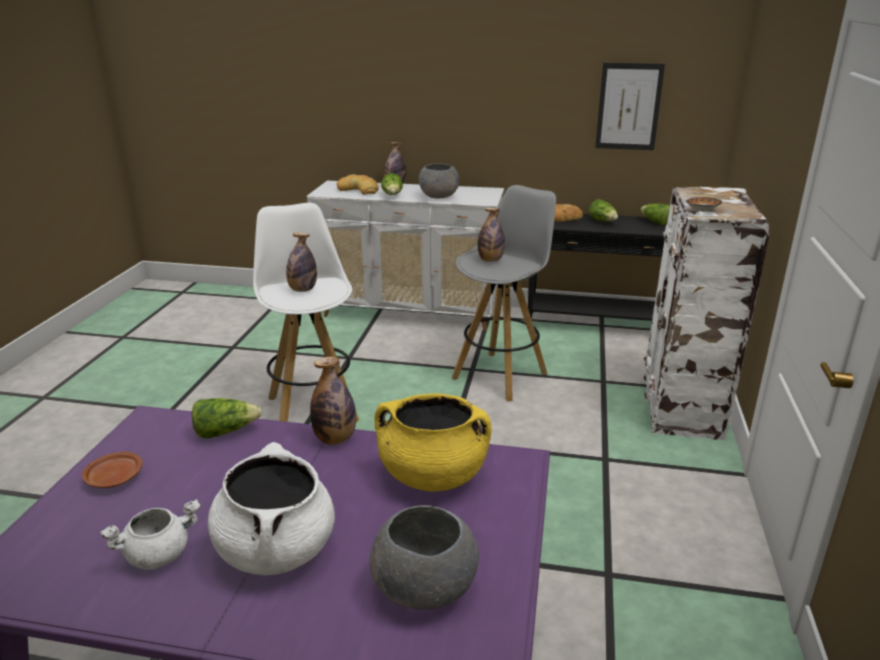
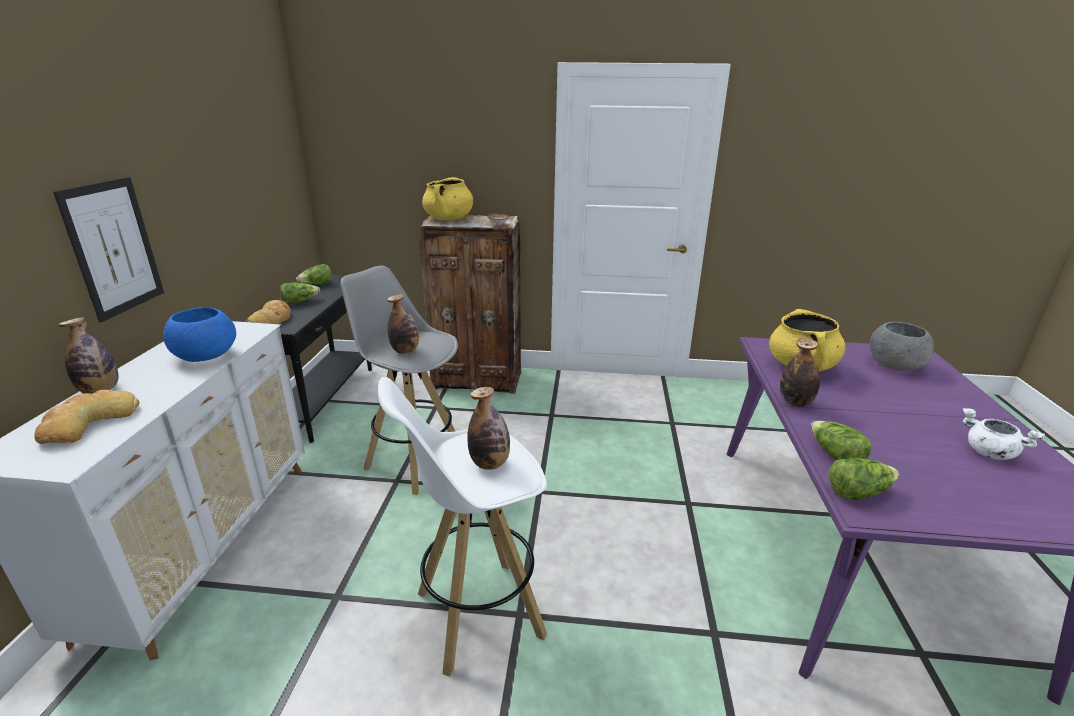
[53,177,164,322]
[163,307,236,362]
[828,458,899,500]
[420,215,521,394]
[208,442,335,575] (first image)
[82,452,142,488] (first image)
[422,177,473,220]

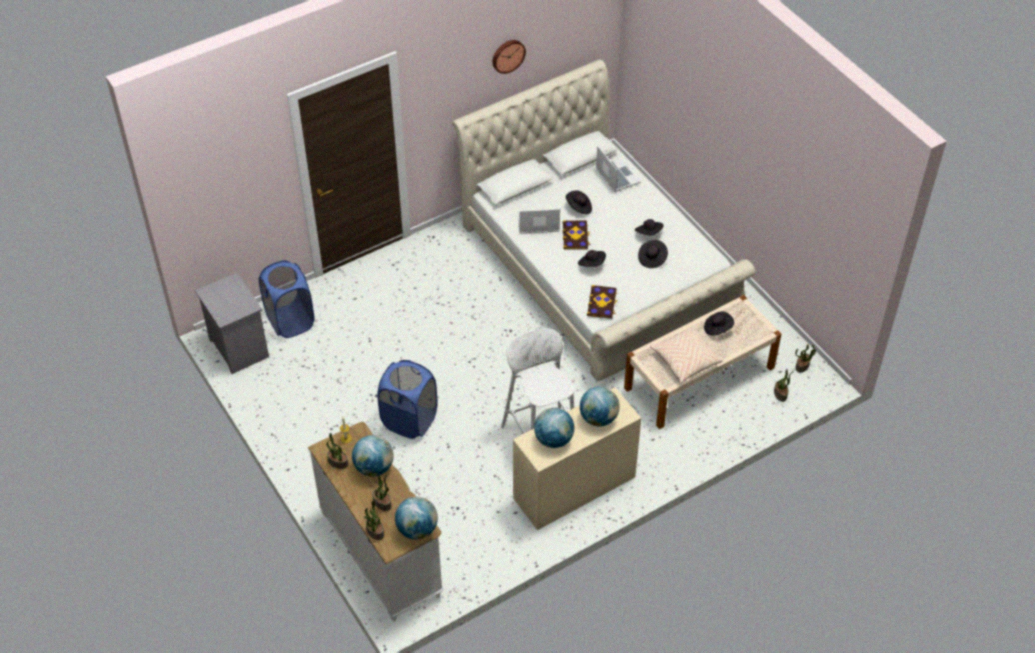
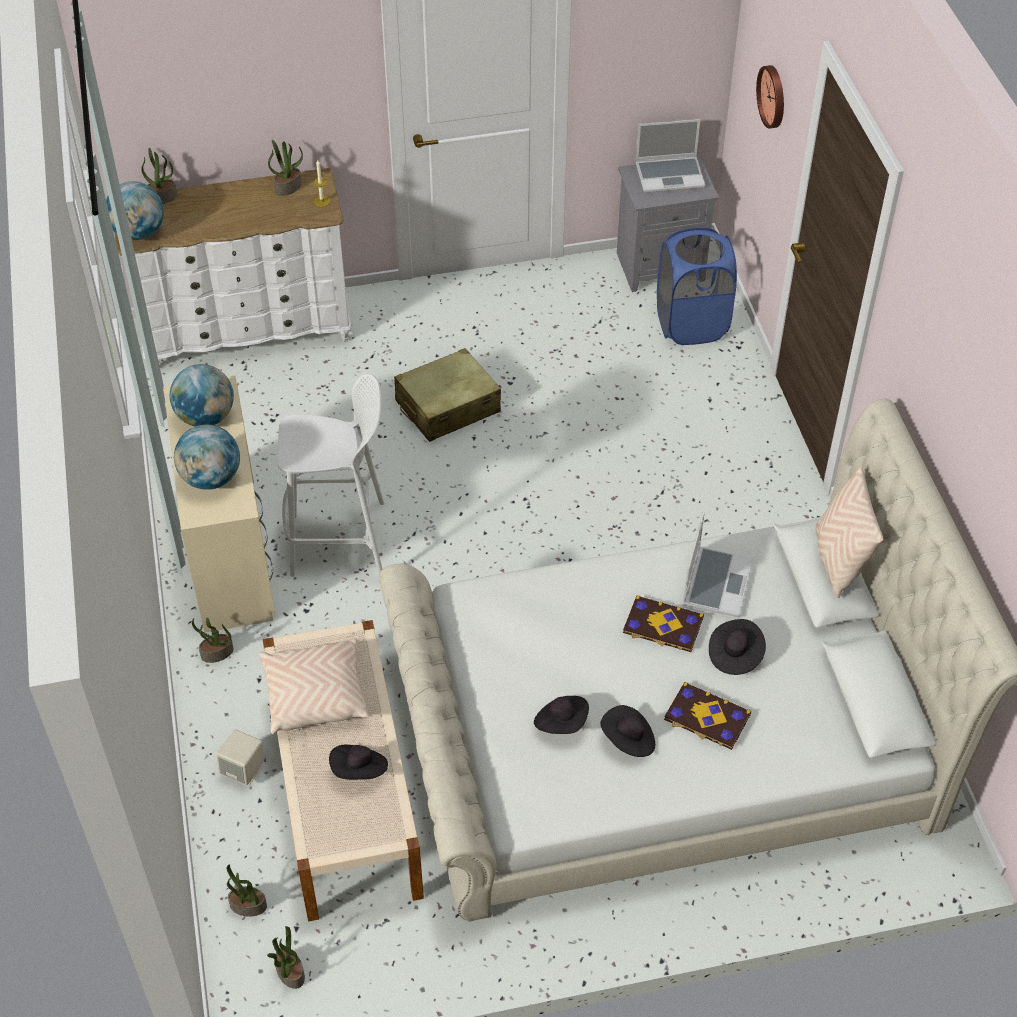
[756,65,784,129]
[636,119,705,193]
[578,250,606,267] (first image)
[664,682,751,750]
[394,348,501,442]
[352,435,394,477] (first image)
[192,617,234,663]
[815,466,883,598]
[216,730,265,785]

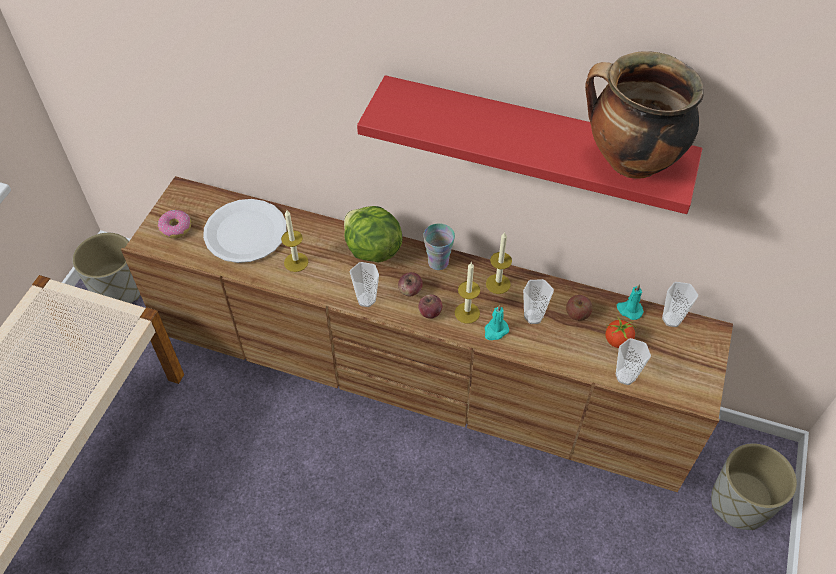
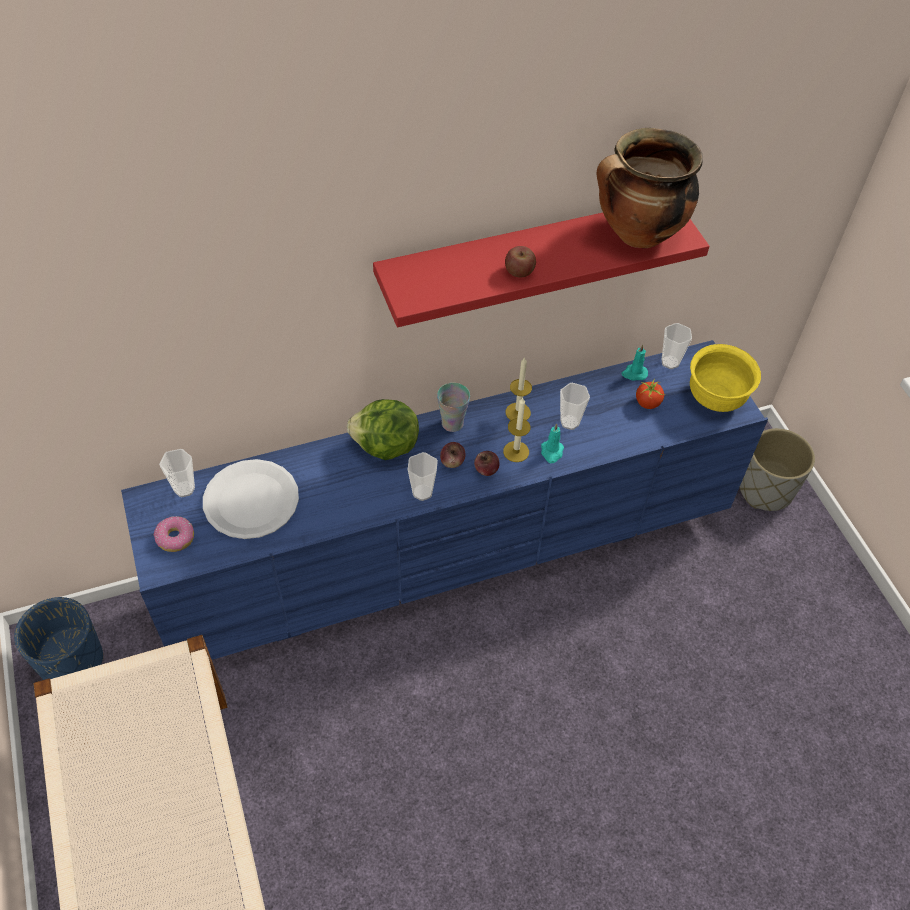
[121,340,768,665]
[281,209,308,272] (first image)
[14,597,103,680]
[505,246,536,278]
[159,449,195,497]
[690,344,761,412]

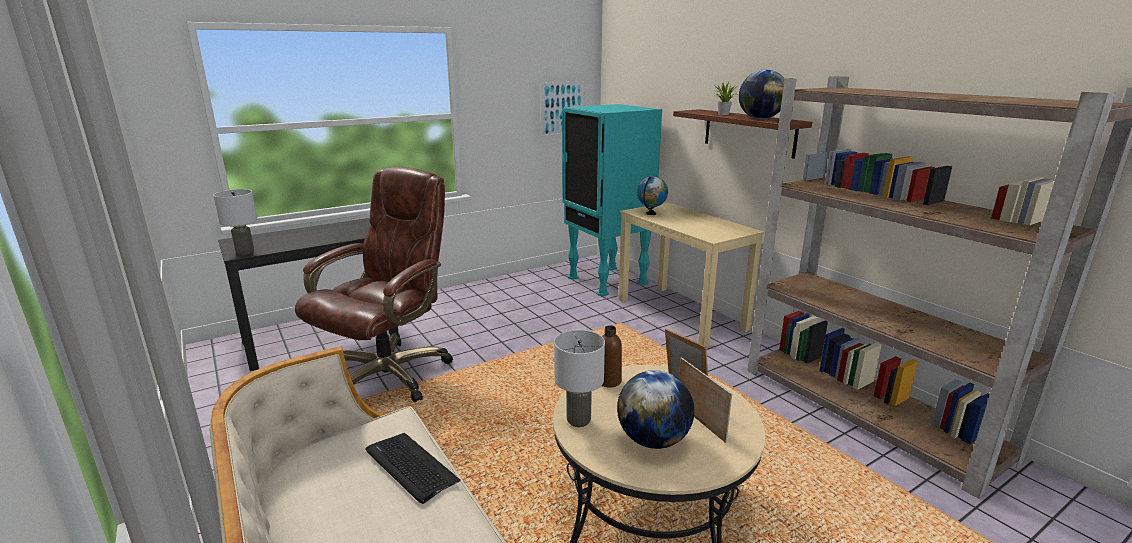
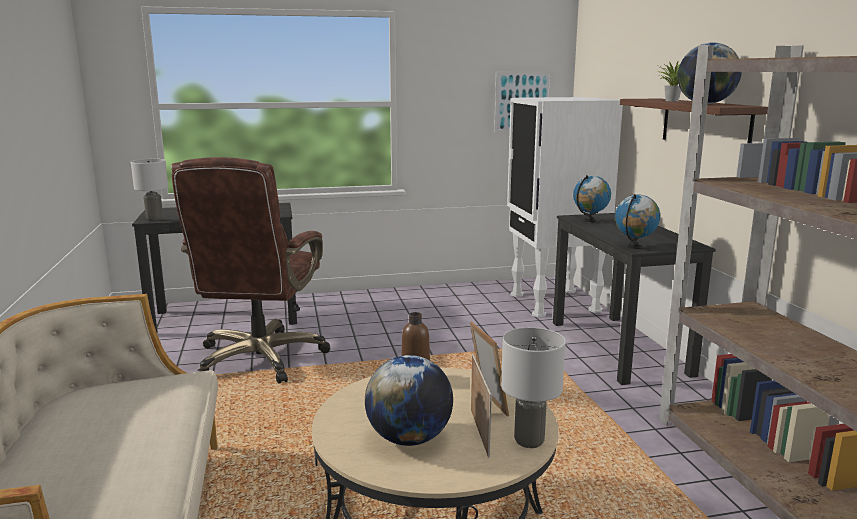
[507,97,623,317]
[171,157,331,383]
[553,213,716,385]
[501,327,566,448]
[365,433,461,504] (first image)
[615,194,660,249]

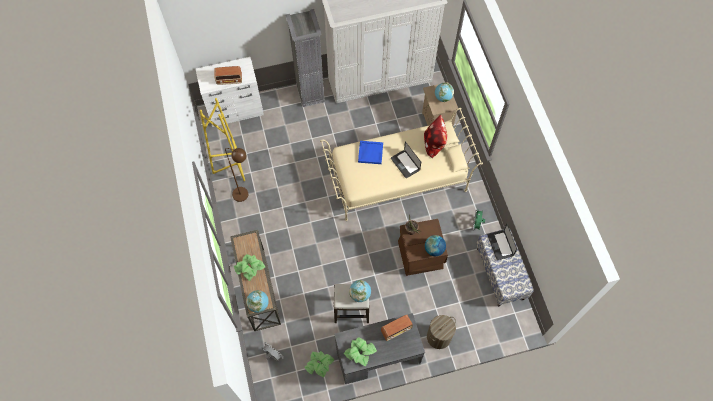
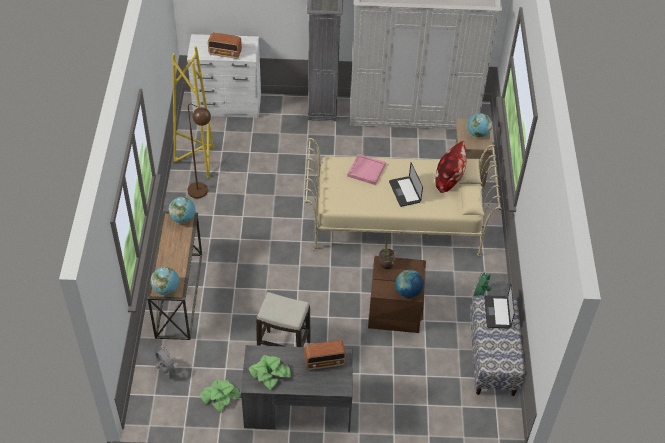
[347,154,386,185]
[234,254,265,281] (first image)
[168,197,196,224]
[427,315,456,349] (first image)

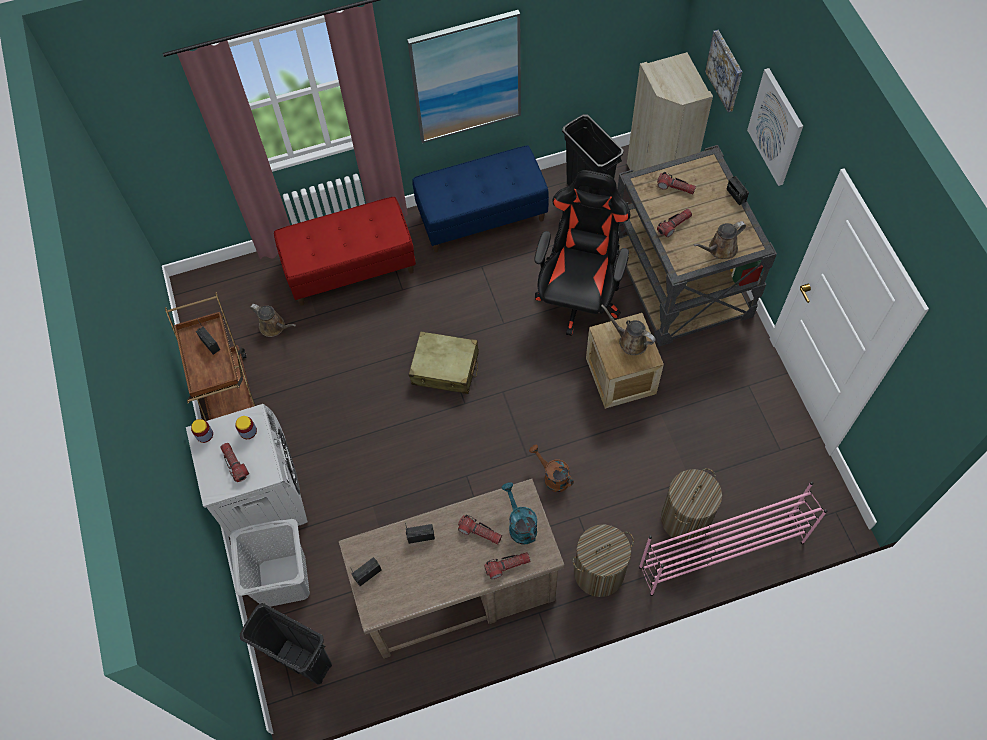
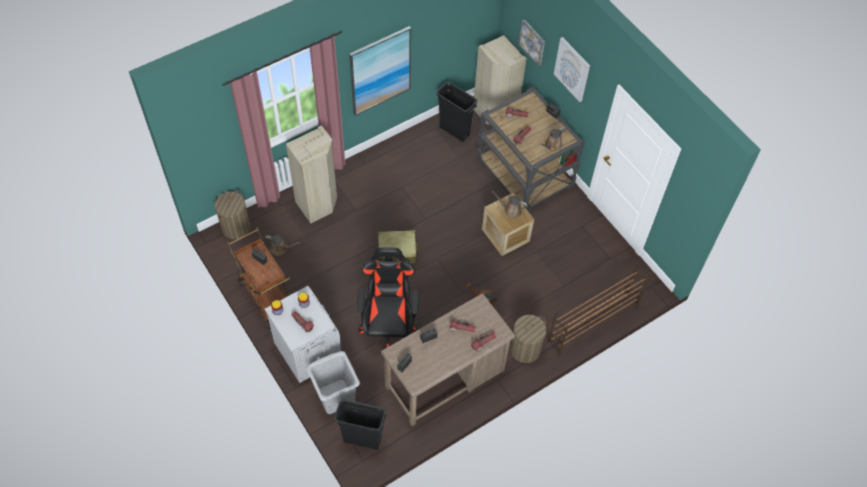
[412,145,549,252] (first image)
[357,247,419,348]
[286,125,337,223]
[215,190,250,239]
[501,482,537,544] (first image)
[548,265,649,356]

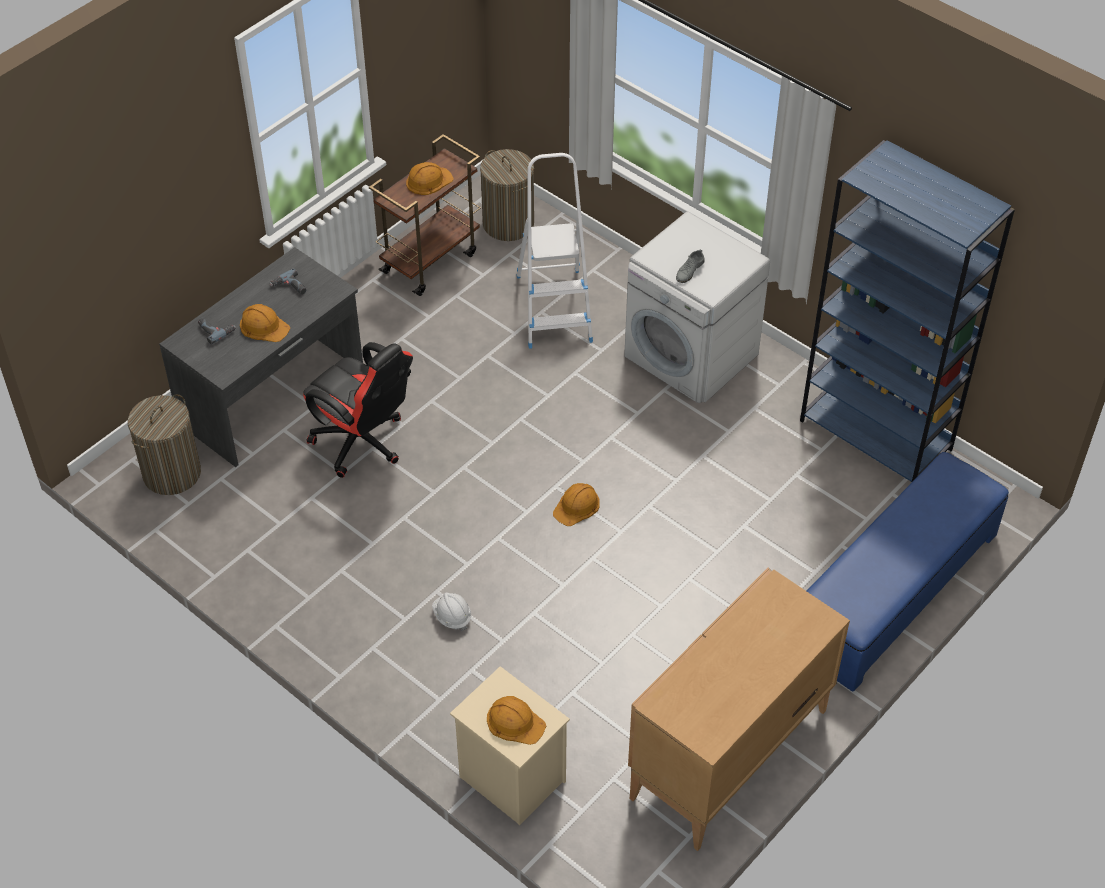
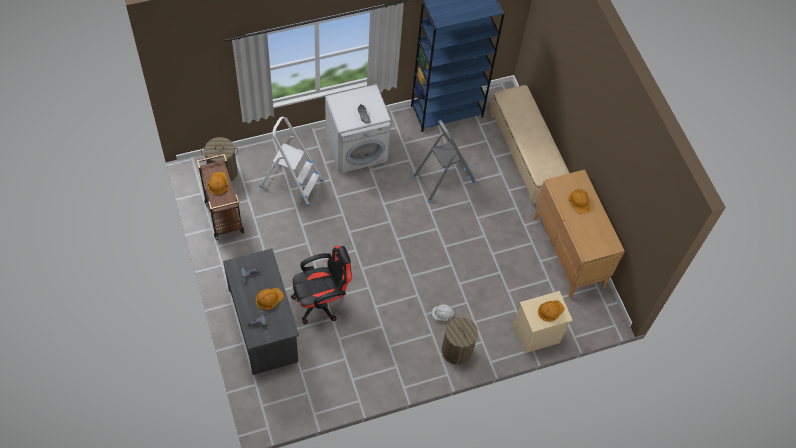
[442,317,478,365]
[490,85,569,204]
[568,189,590,214]
[413,120,476,202]

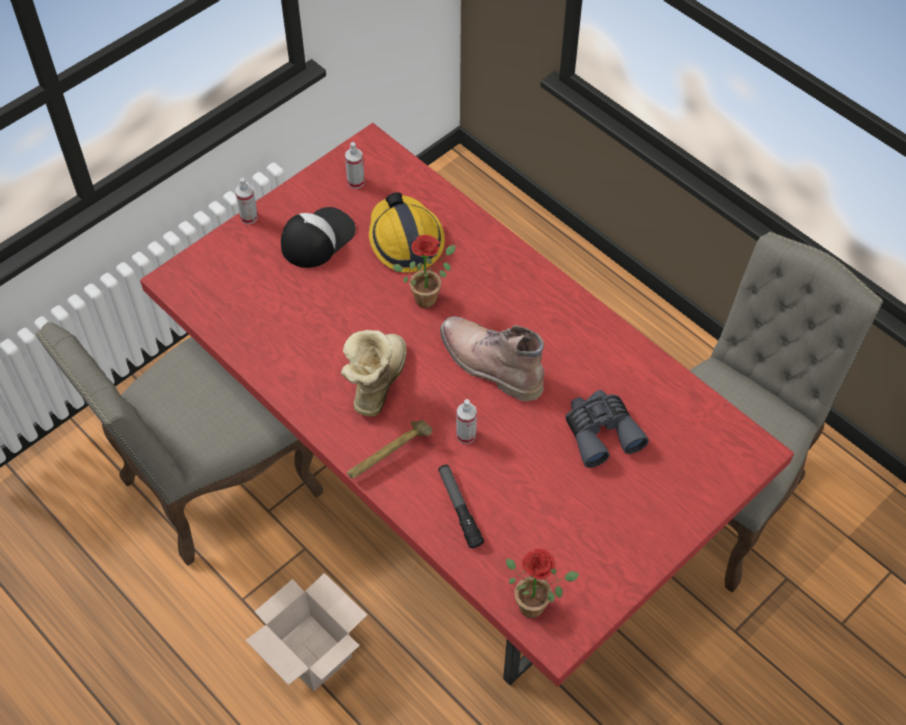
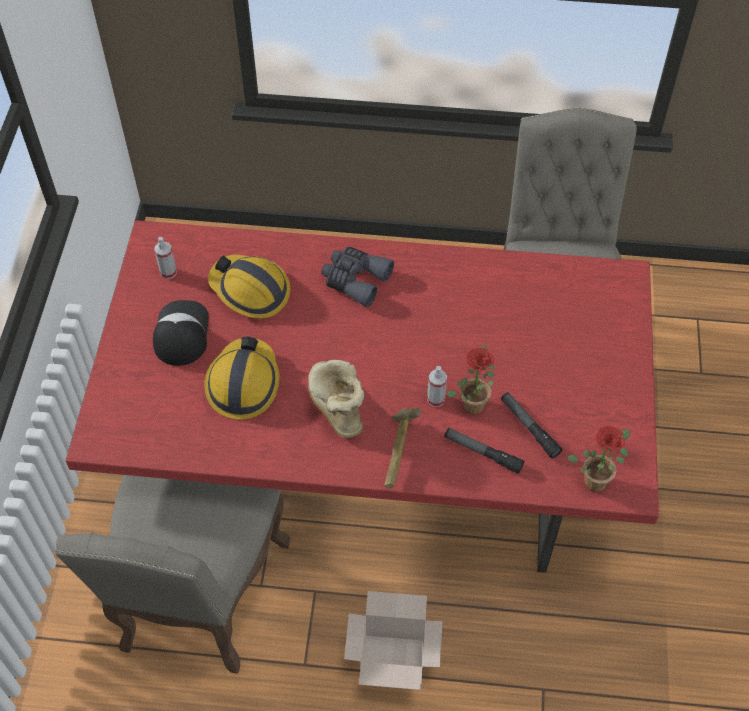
[235,178,258,224] (first image)
[447,344,495,415]
[440,316,544,401] (first image)
[321,247,394,307]
[204,337,280,420]
[501,392,562,459]

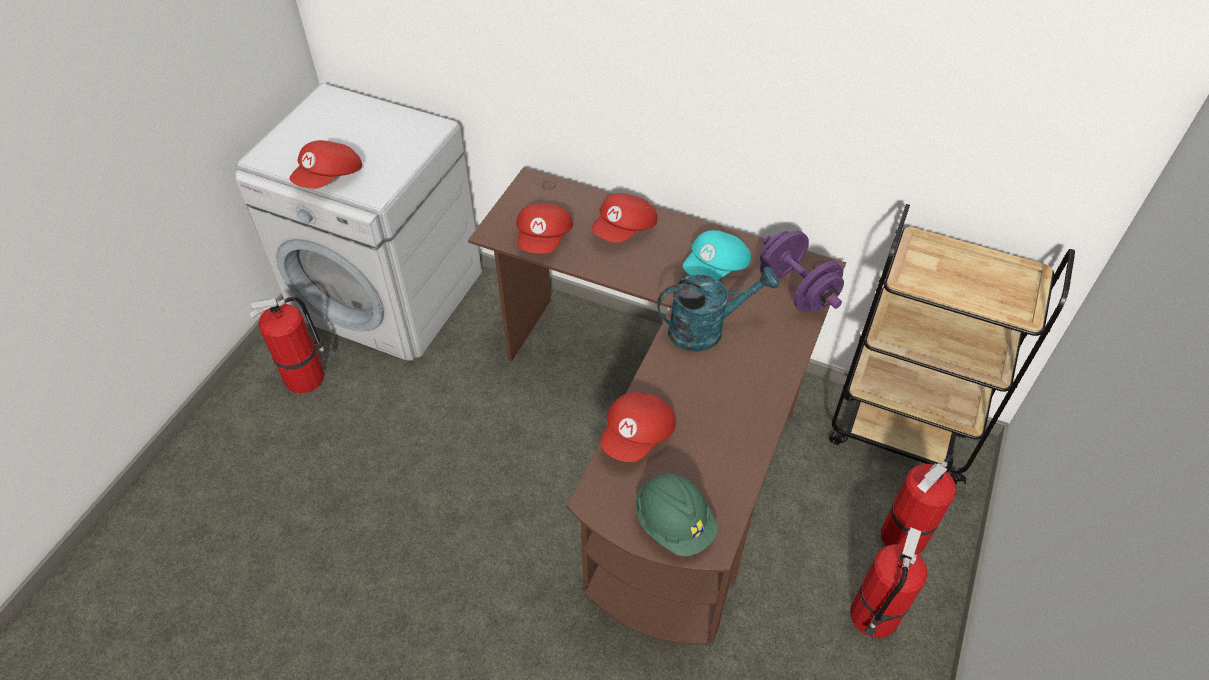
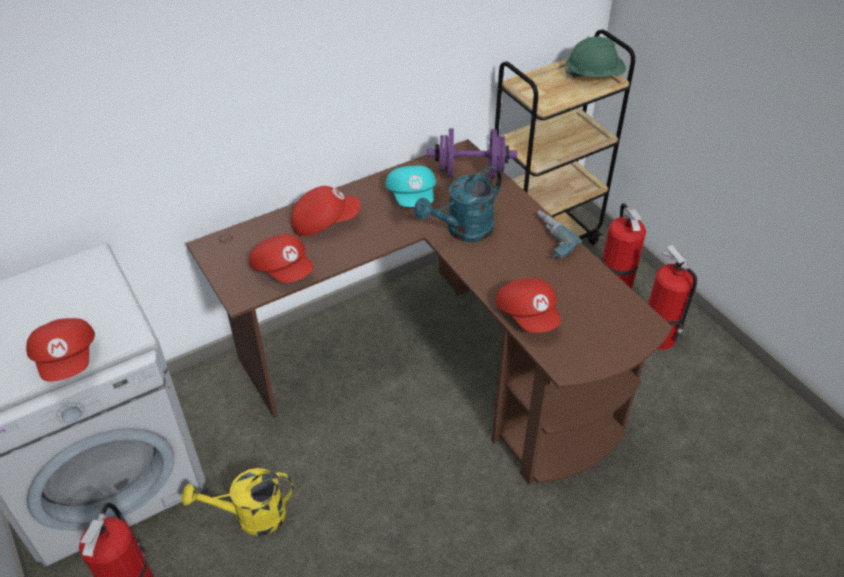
[291,186,360,236]
[414,166,502,242]
[565,37,626,78]
[537,211,582,259]
[182,468,294,536]

